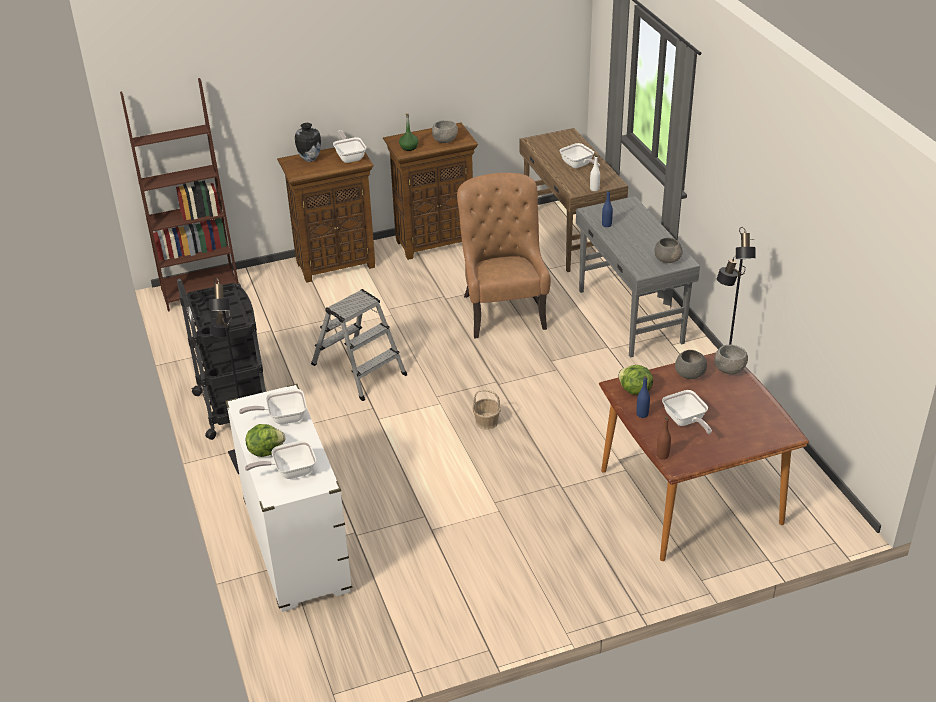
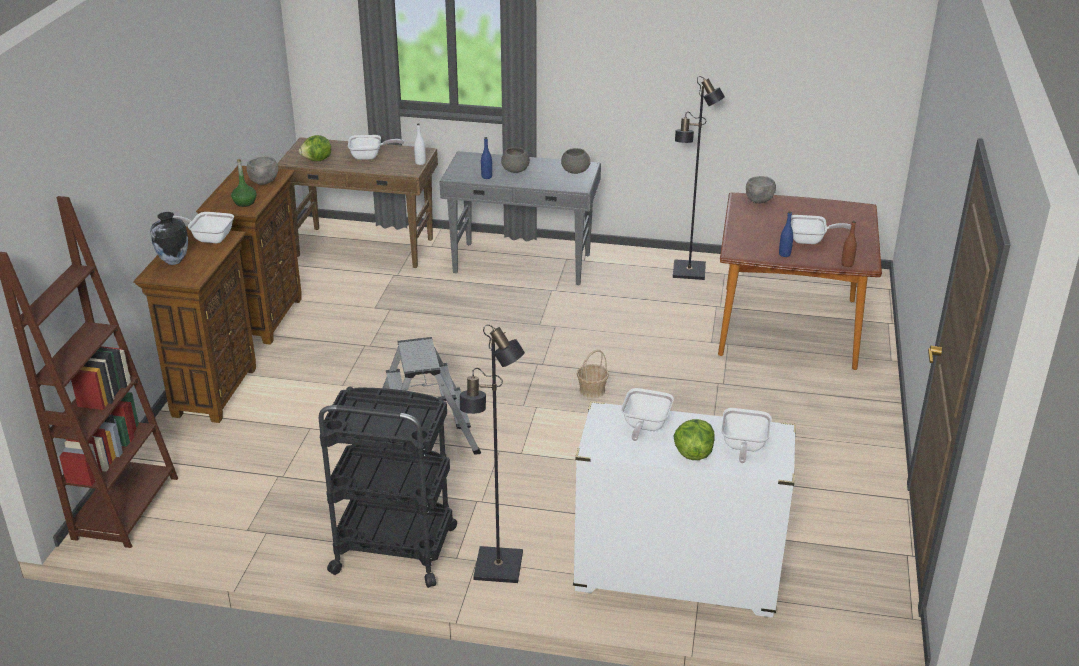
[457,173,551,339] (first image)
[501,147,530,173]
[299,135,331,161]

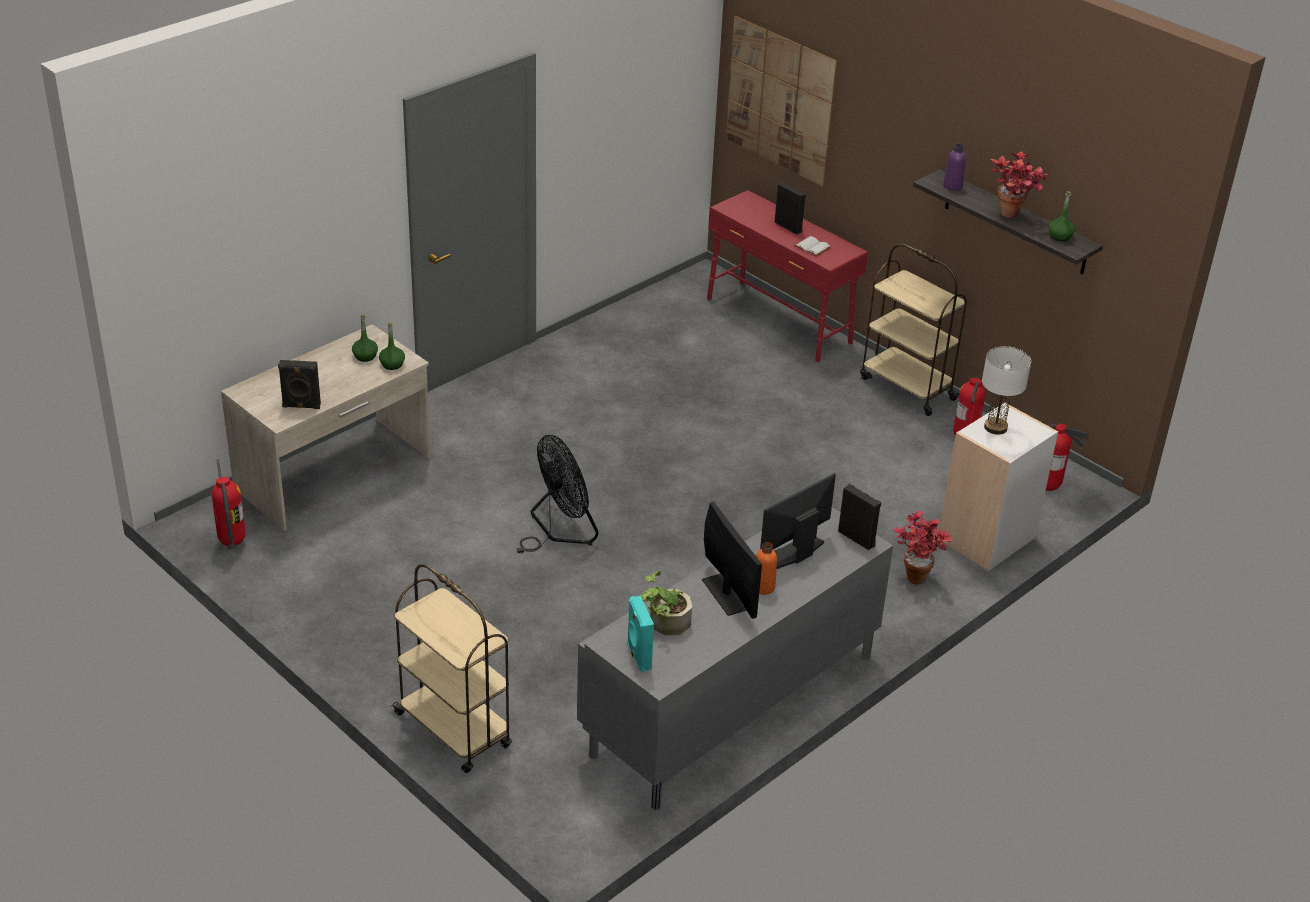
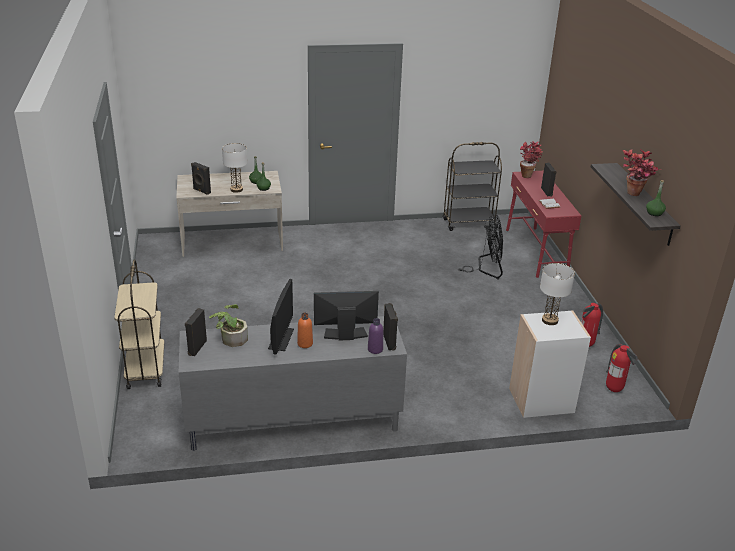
[726,16,837,187] (first image)
[368,318,383,354]
[860,244,967,416] (first image)
[458,215,503,280]
[212,459,246,549] (first image)
[520,141,543,178]
[185,308,207,356]
[443,142,502,231]
[222,143,247,193]

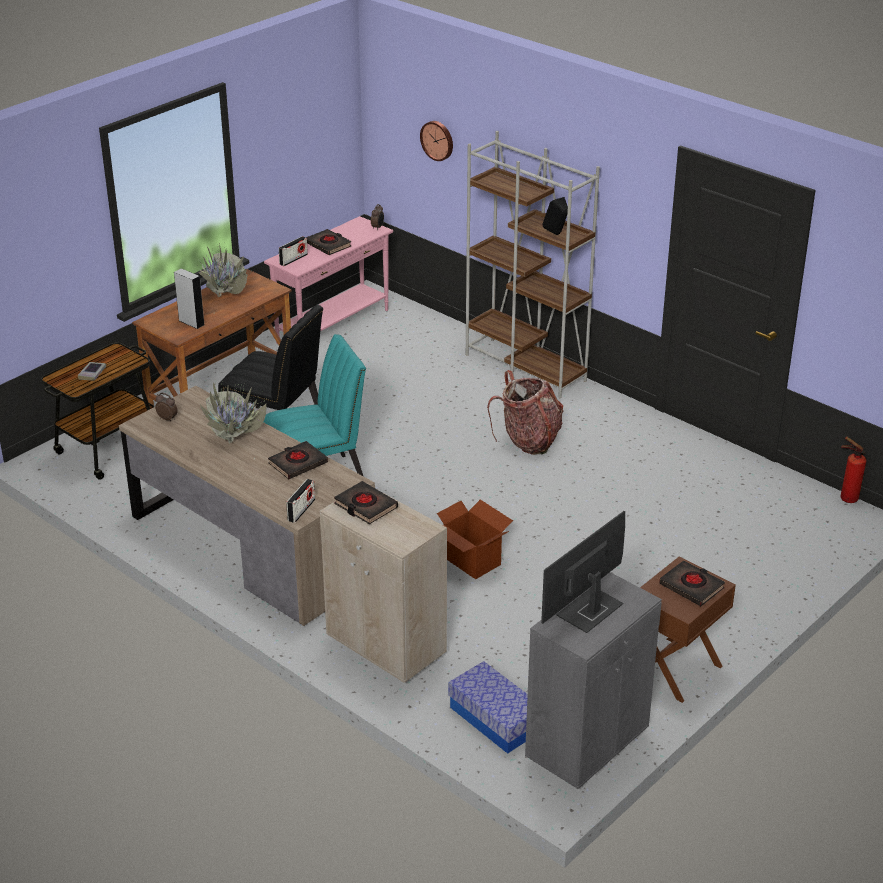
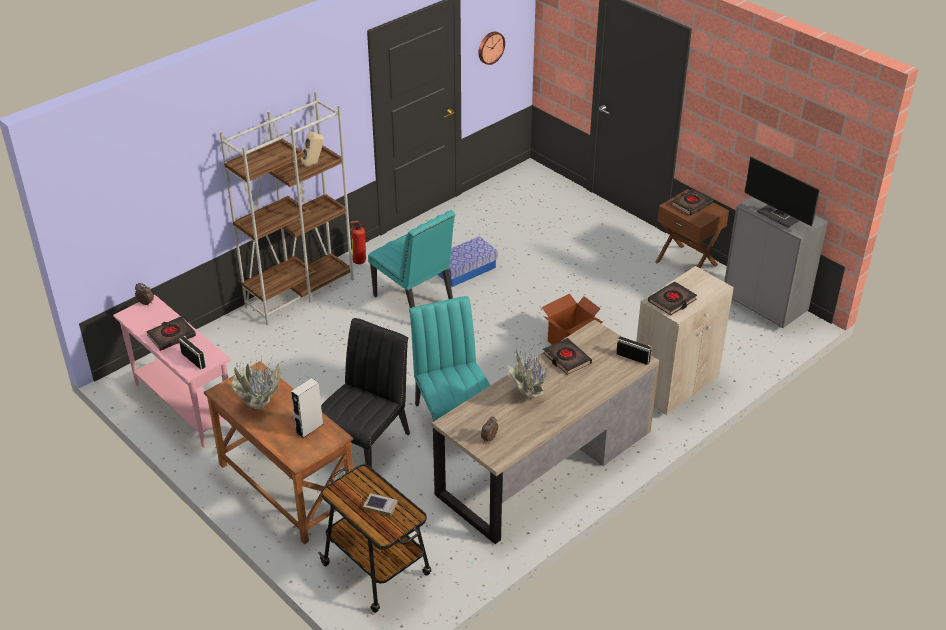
[478,32,505,65]
[301,131,324,167]
[368,210,455,308]
[350,221,366,264]
[437,236,497,287]

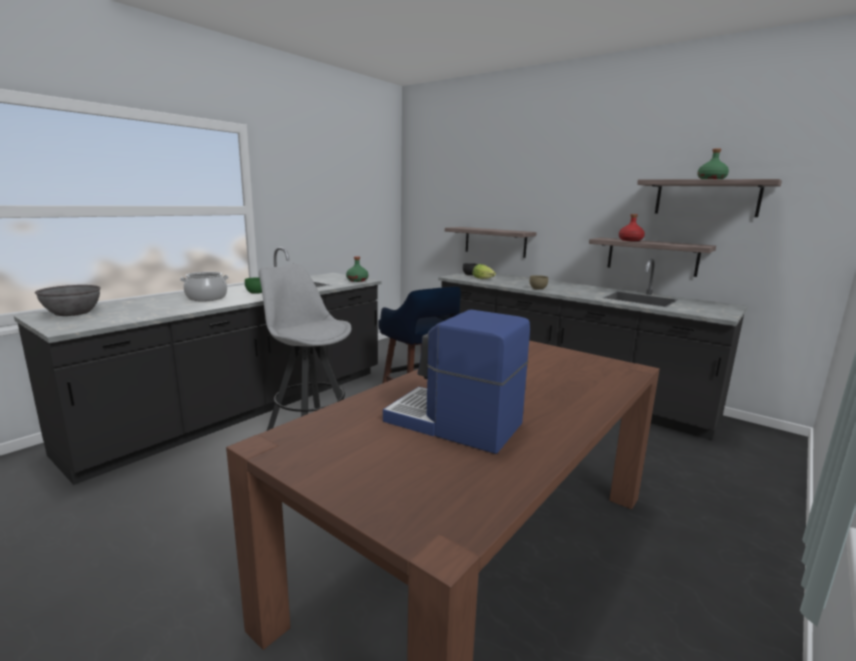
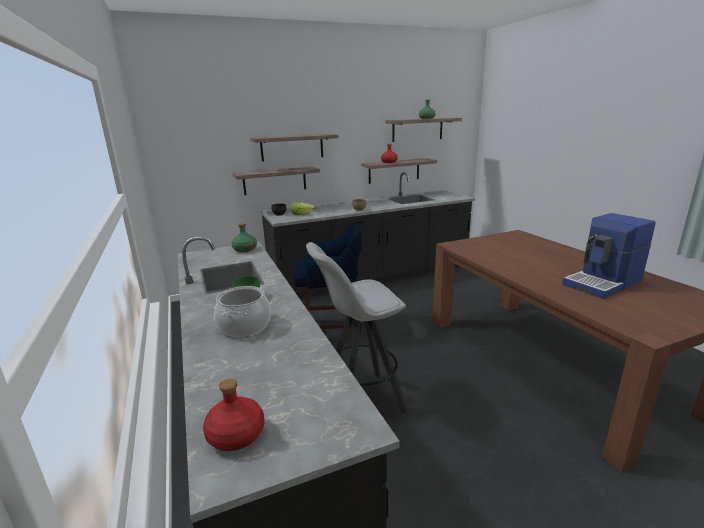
[203,379,264,451]
[250,134,338,162]

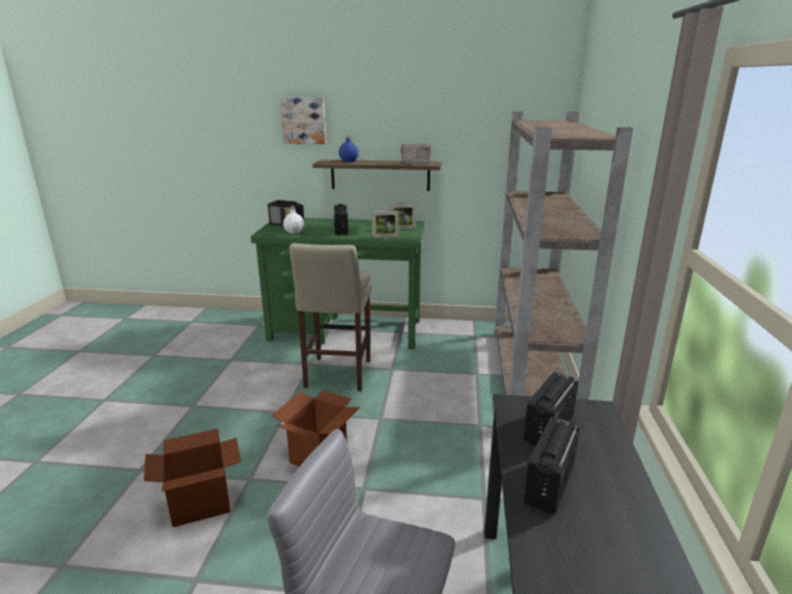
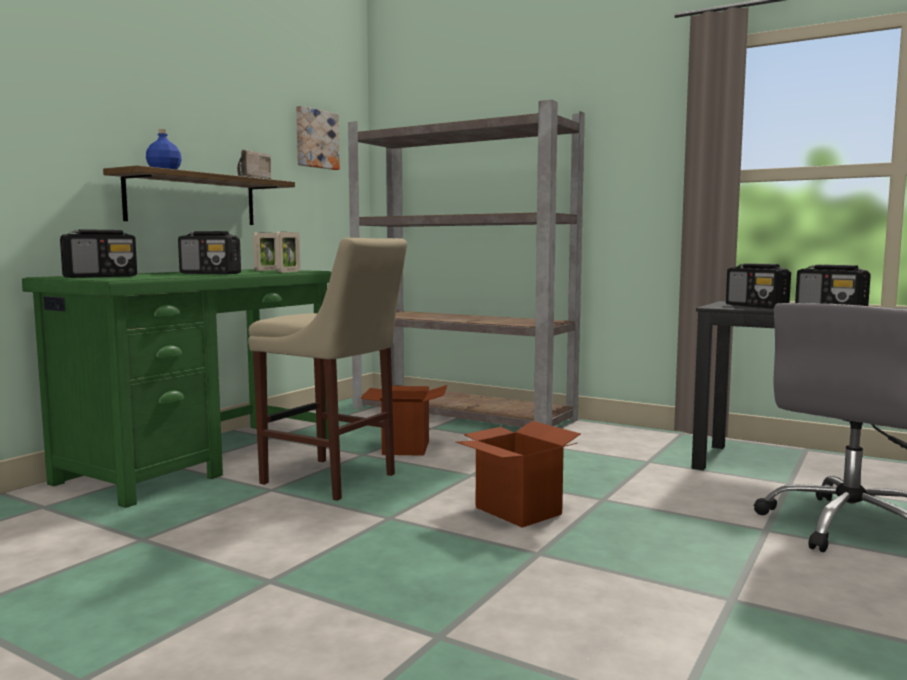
[296,106,340,170]
[283,206,304,234] (first image)
[360,385,447,456]

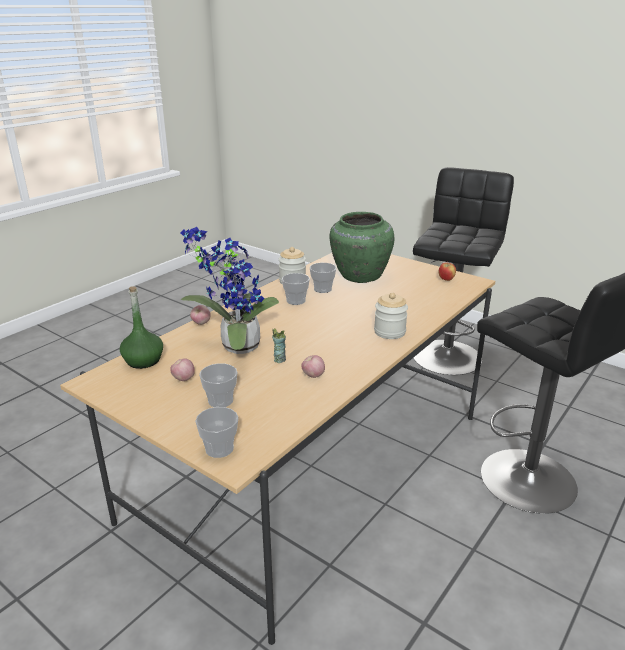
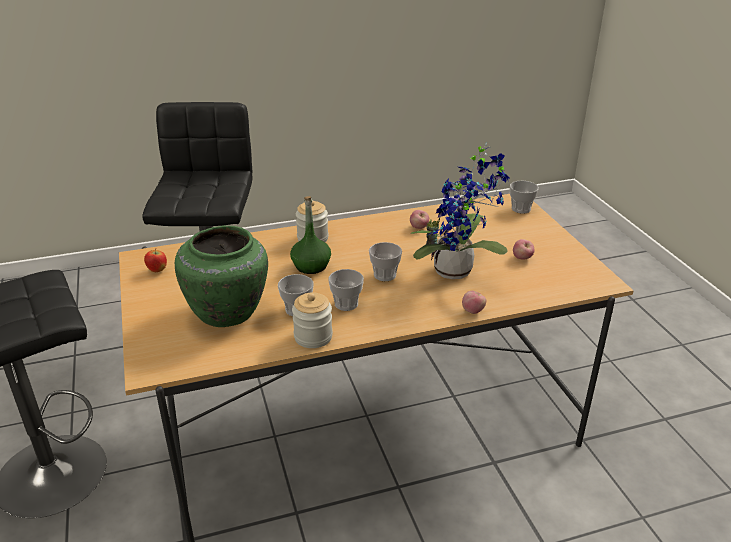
[290,196,331,274]
[369,242,402,281]

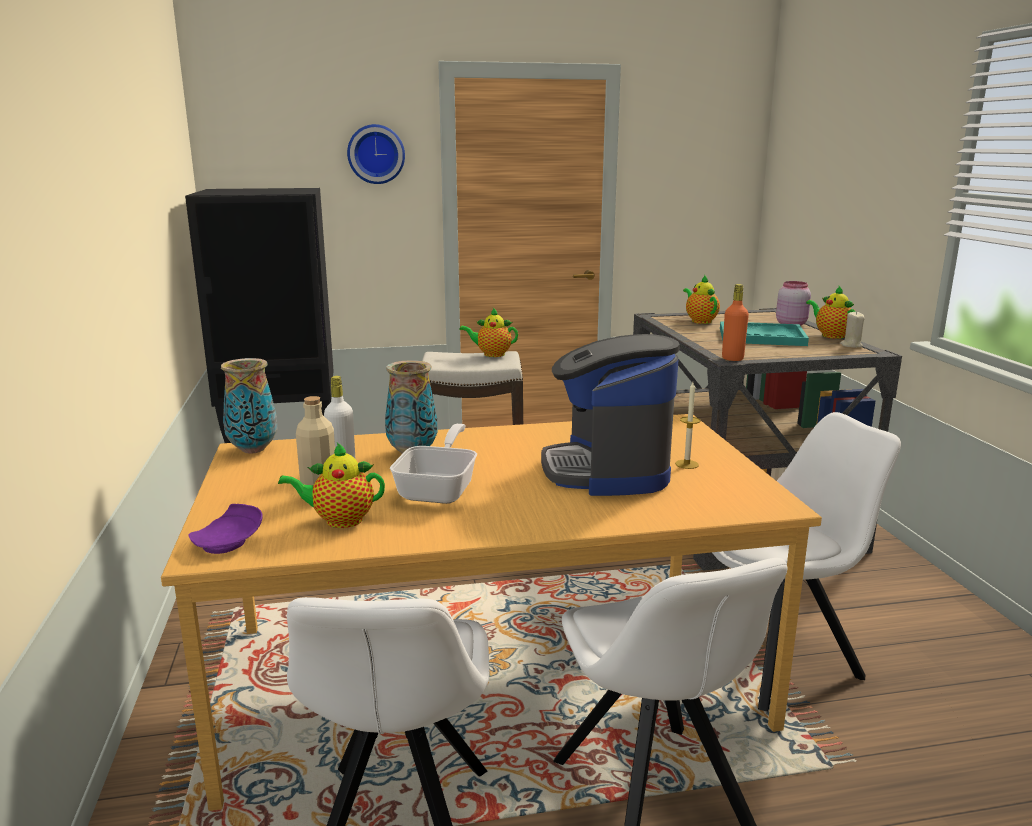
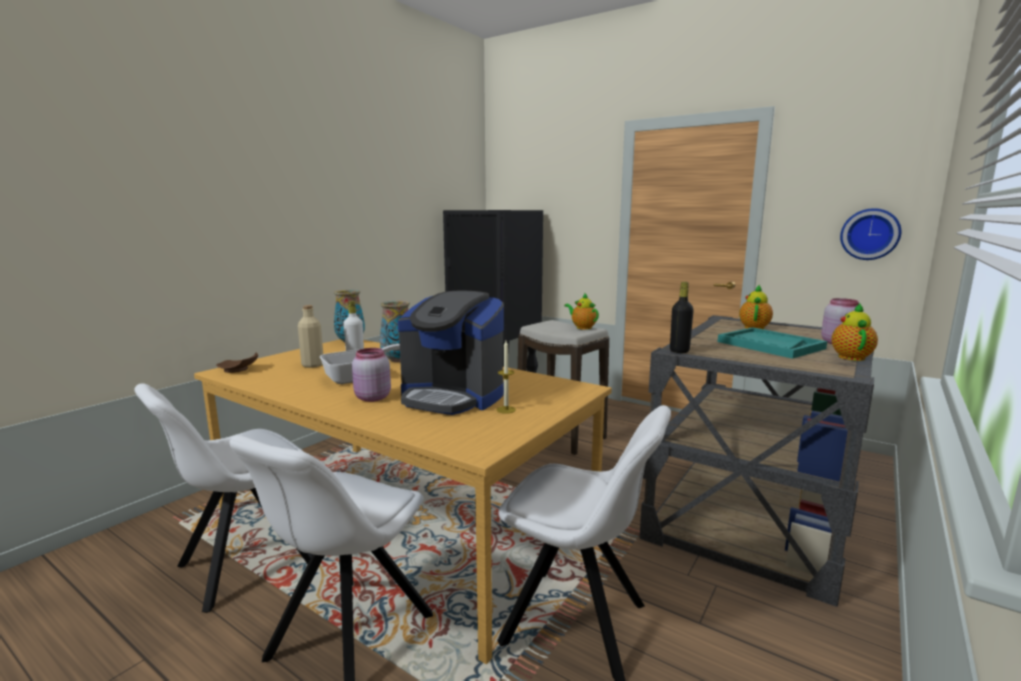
[840,208,901,260]
[670,282,694,353]
[840,311,865,348] (first image)
[398,291,504,415]
[278,443,385,528] (first image)
[216,353,258,373]
[352,348,391,402]

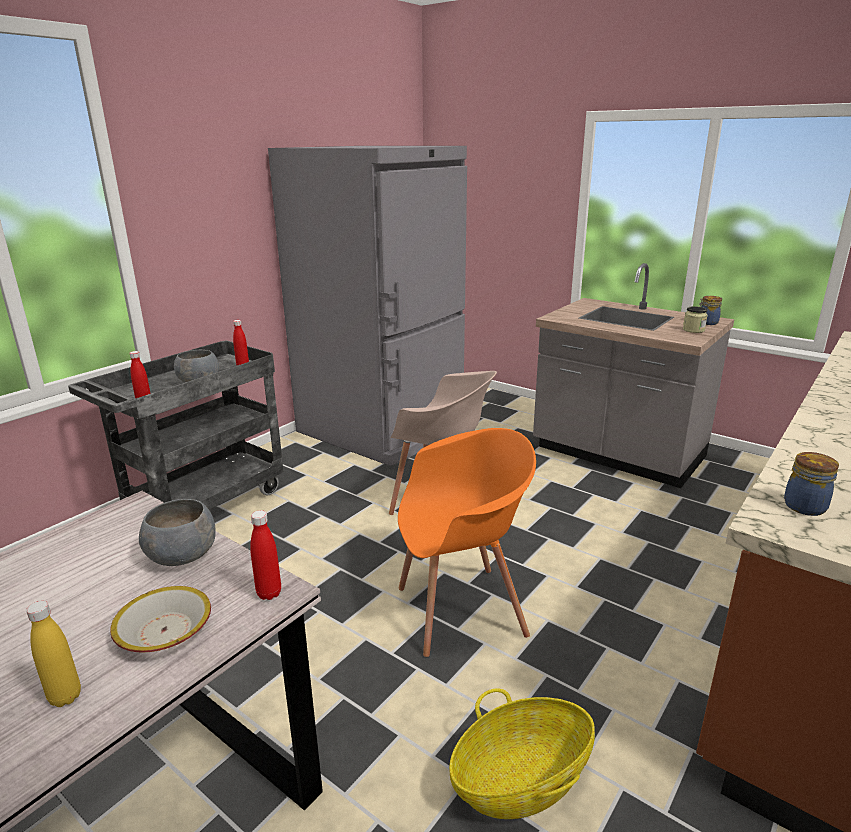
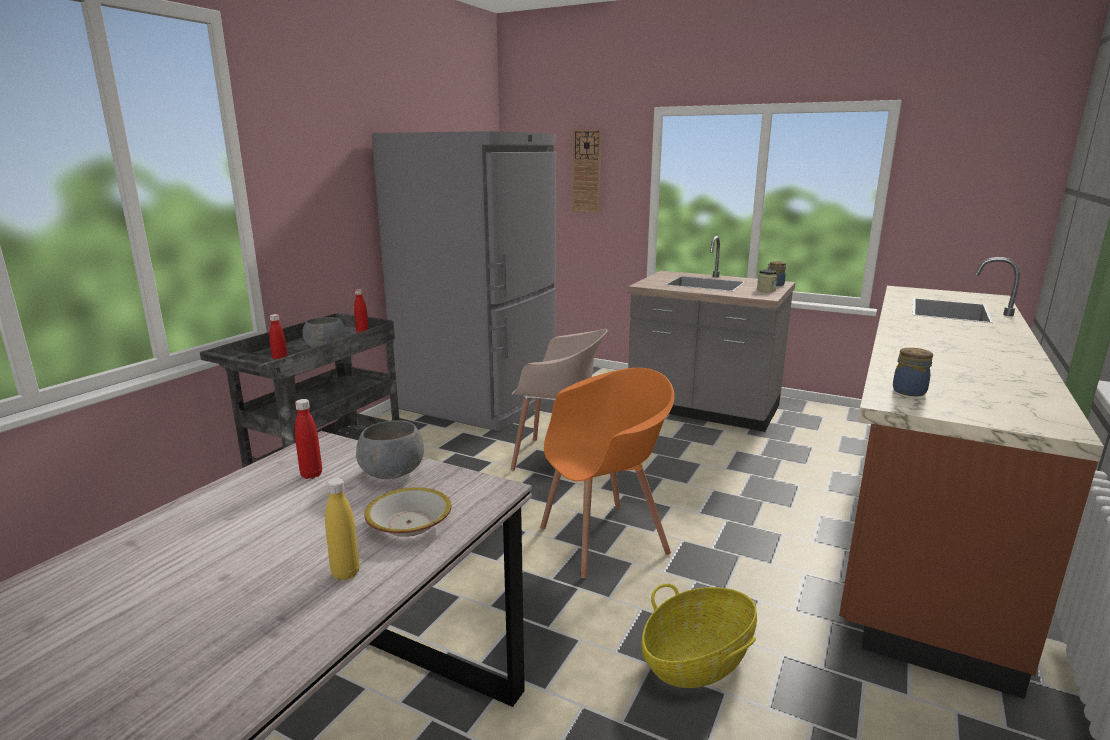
[295,399,322,479]
[572,129,601,213]

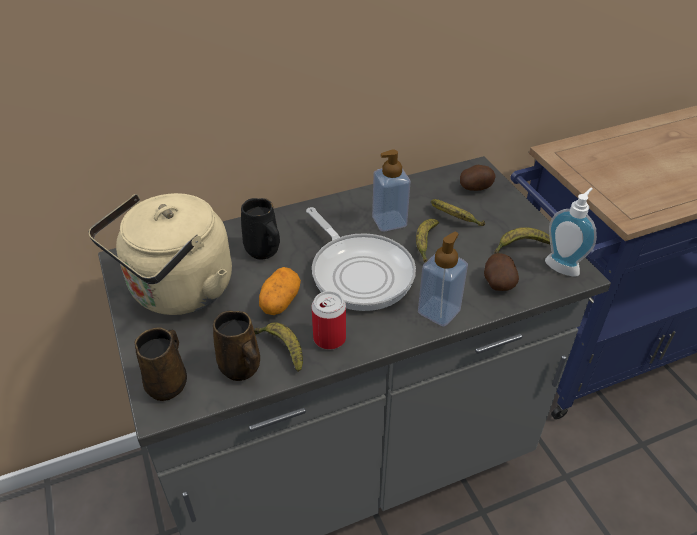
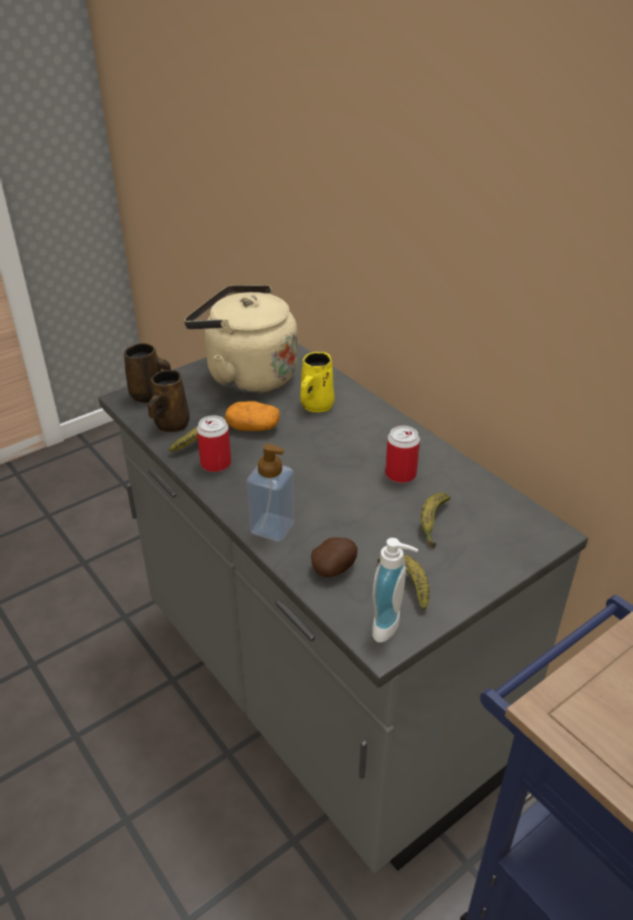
[385,426,420,483]
[460,165,496,191] (first image)
[300,352,335,412]
[306,207,416,311] (first image)
[416,219,439,263] (first image)

